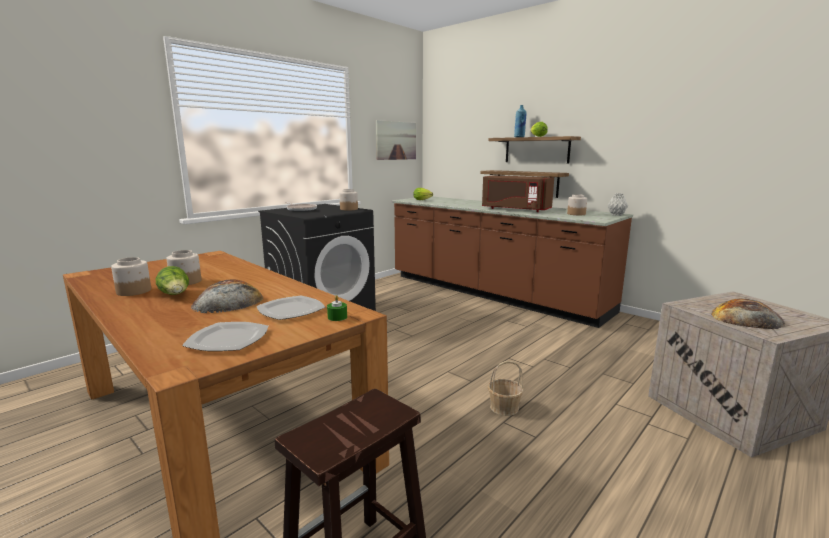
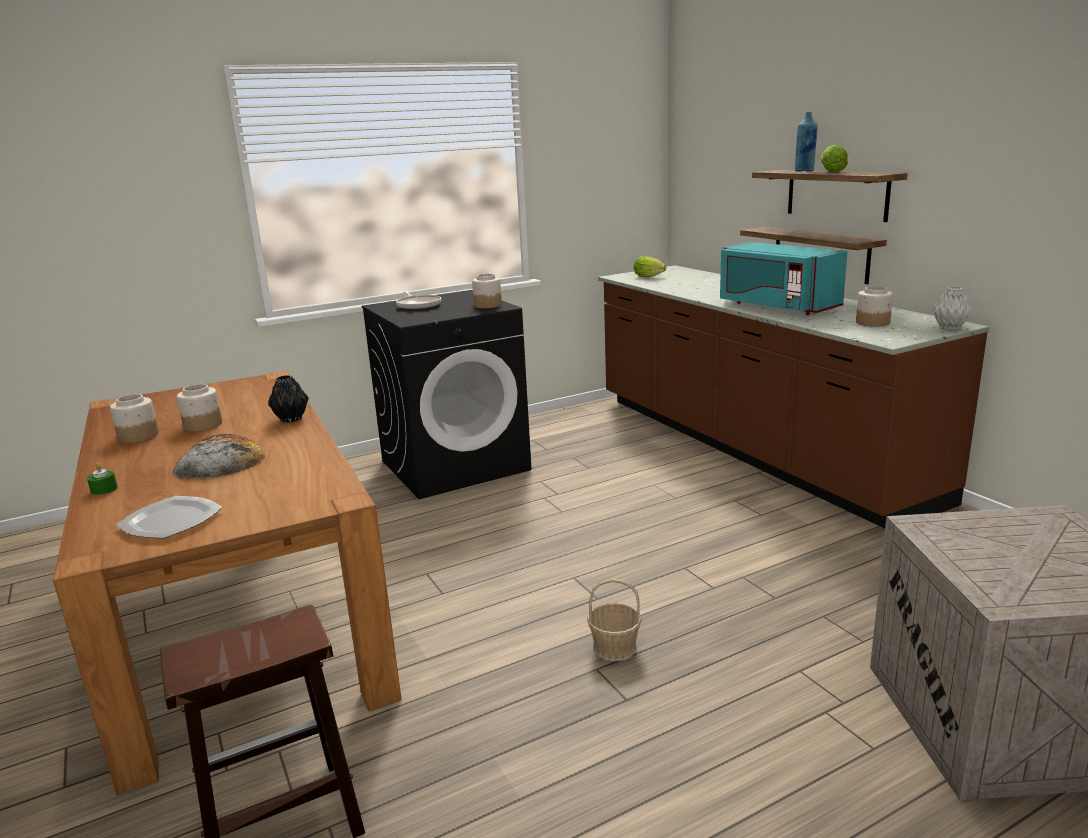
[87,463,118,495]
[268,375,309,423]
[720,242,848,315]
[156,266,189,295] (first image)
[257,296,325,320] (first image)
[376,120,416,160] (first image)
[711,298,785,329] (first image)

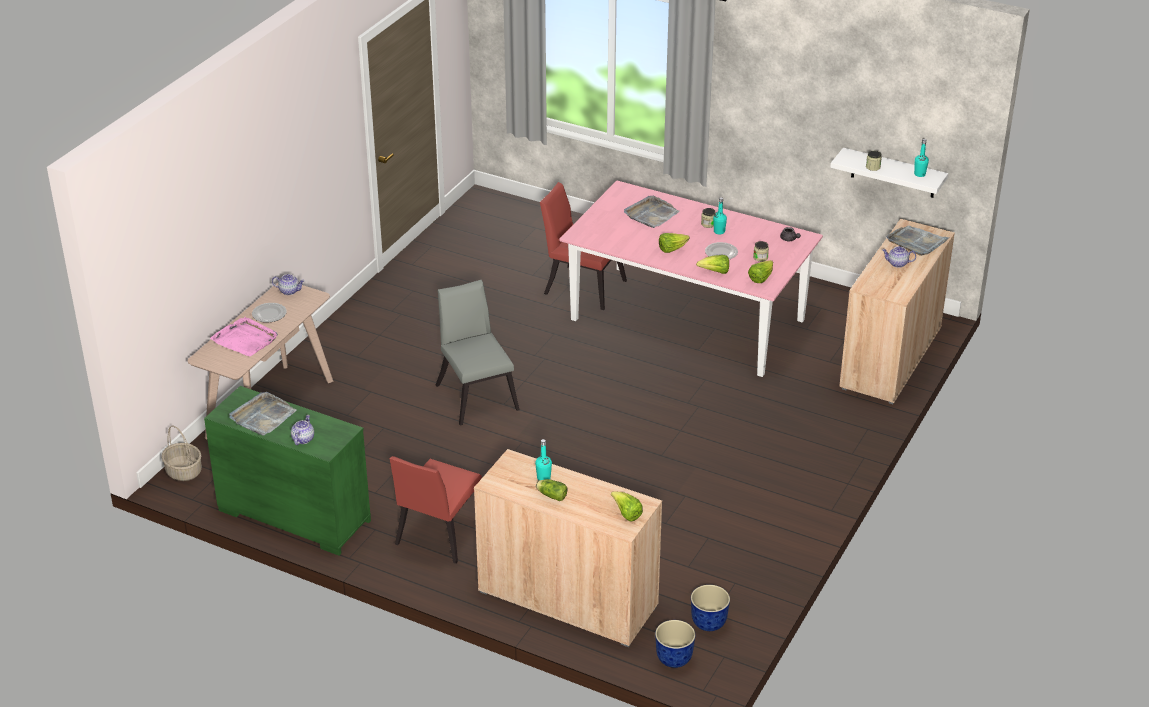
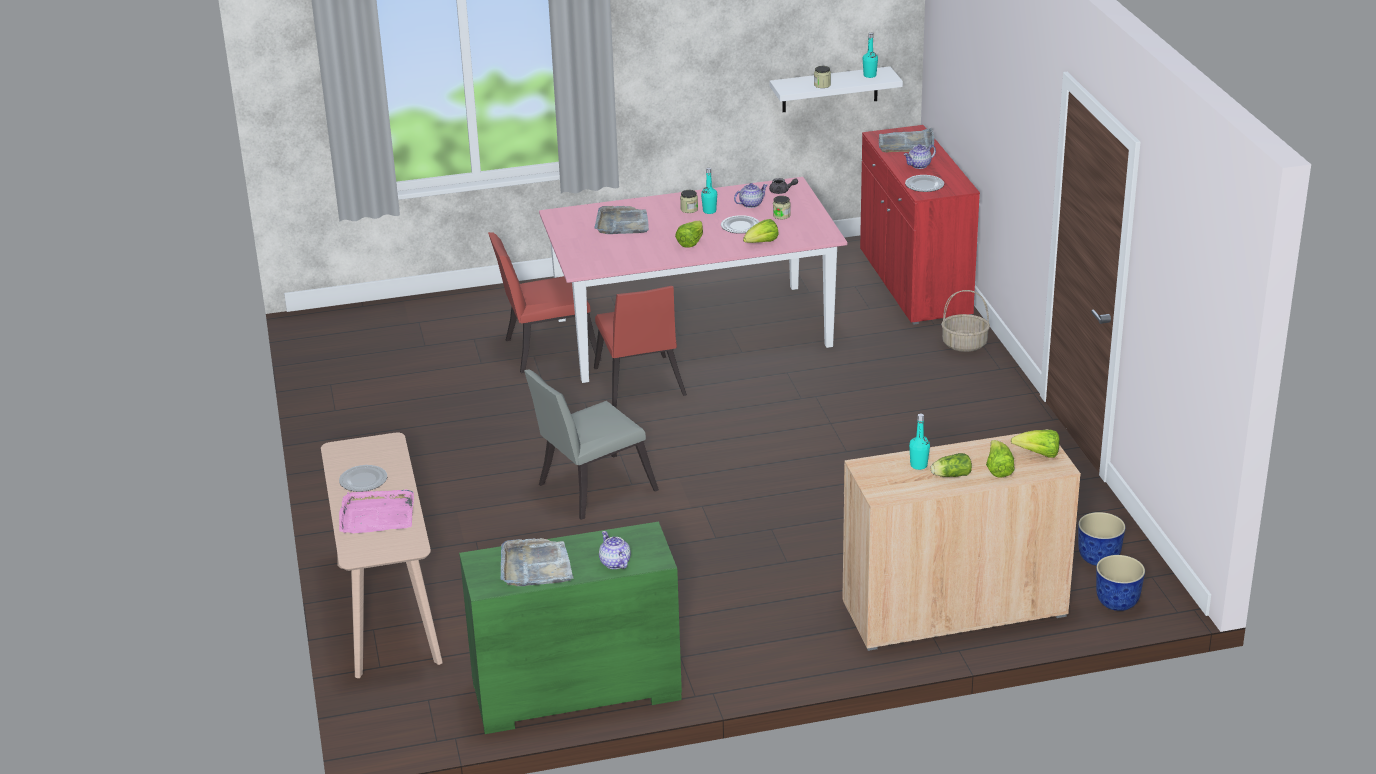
[524,370,659,520]
[594,286,687,408]
[734,183,768,208]
[860,125,980,325]
[905,175,944,192]
[941,290,990,352]
[986,440,1014,478]

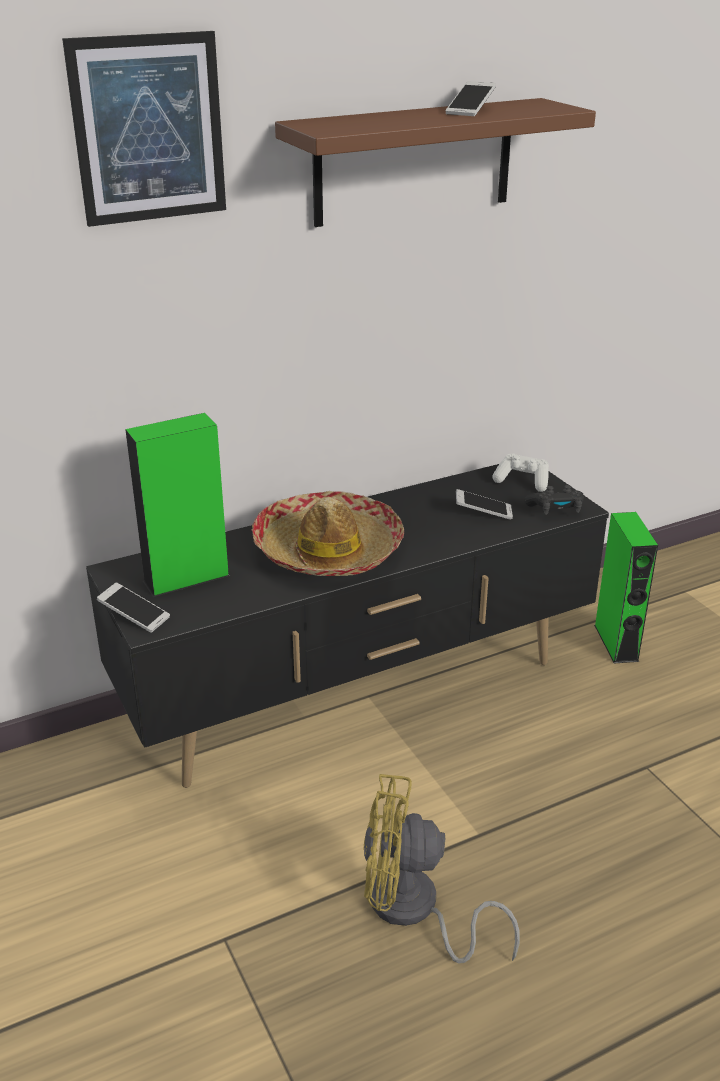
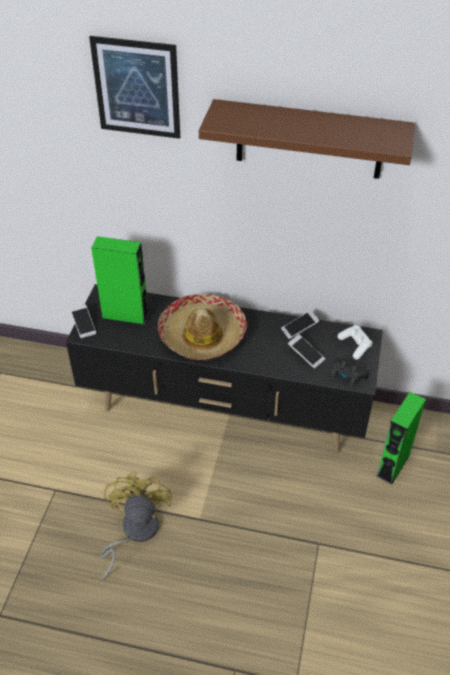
[100,471,172,580]
[281,311,320,339]

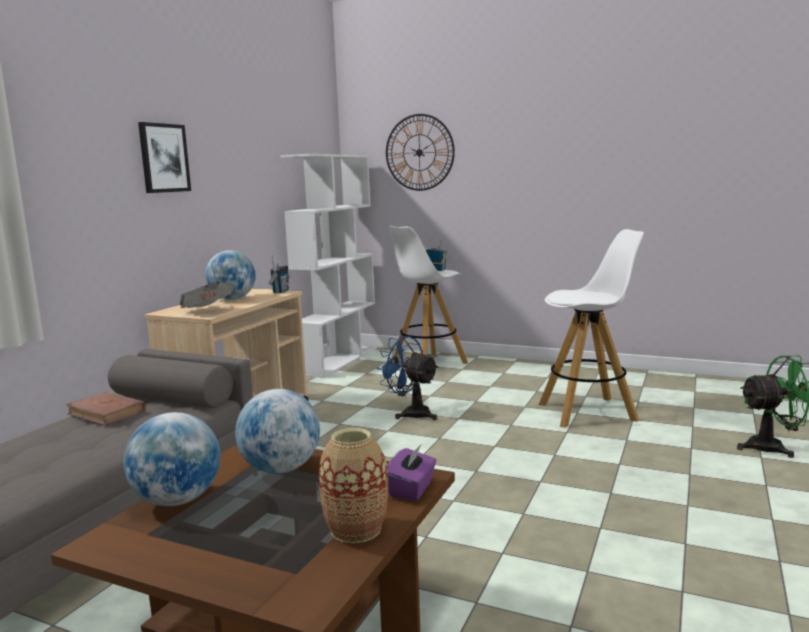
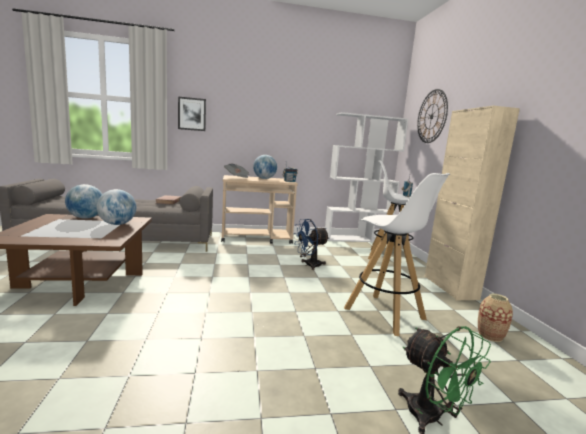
[178,97,206,131]
[294,219,329,270]
[425,106,520,300]
[478,294,513,342]
[387,445,436,501] (first image)

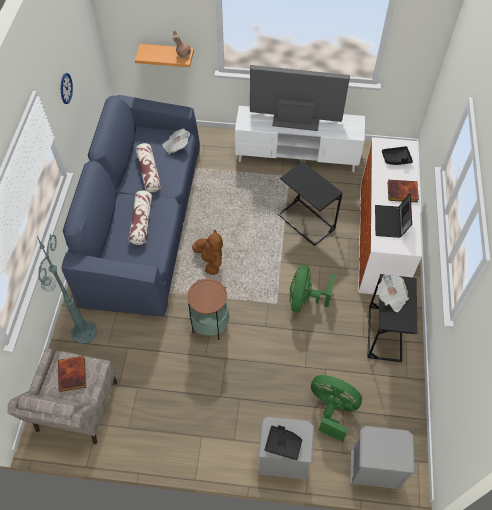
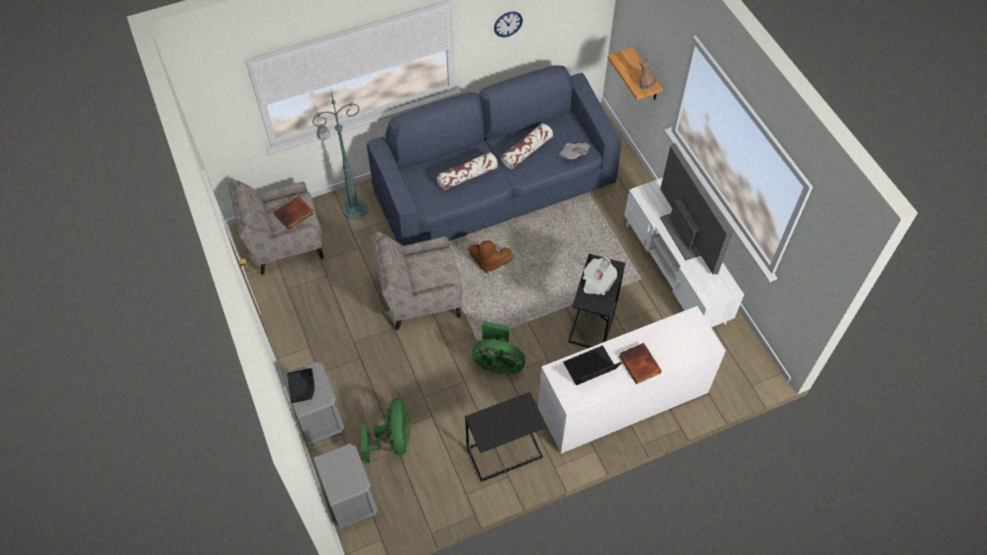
[371,232,463,330]
[468,240,514,273]
[472,321,525,374]
[583,258,617,295]
[382,146,413,165] (first image)

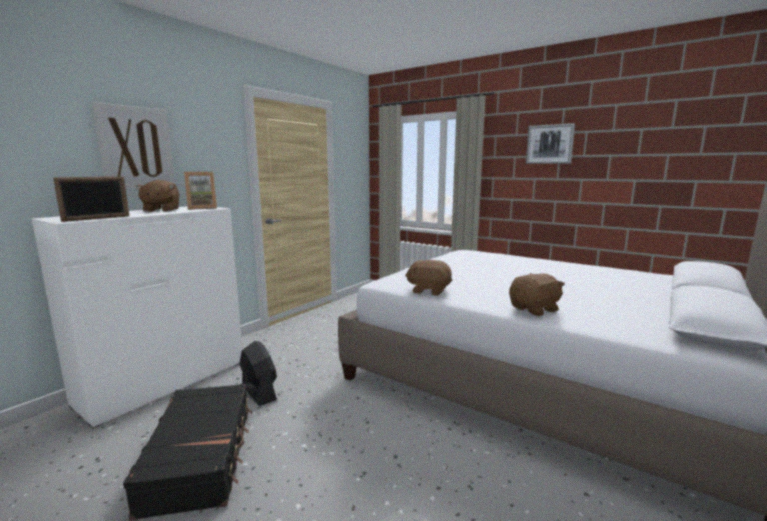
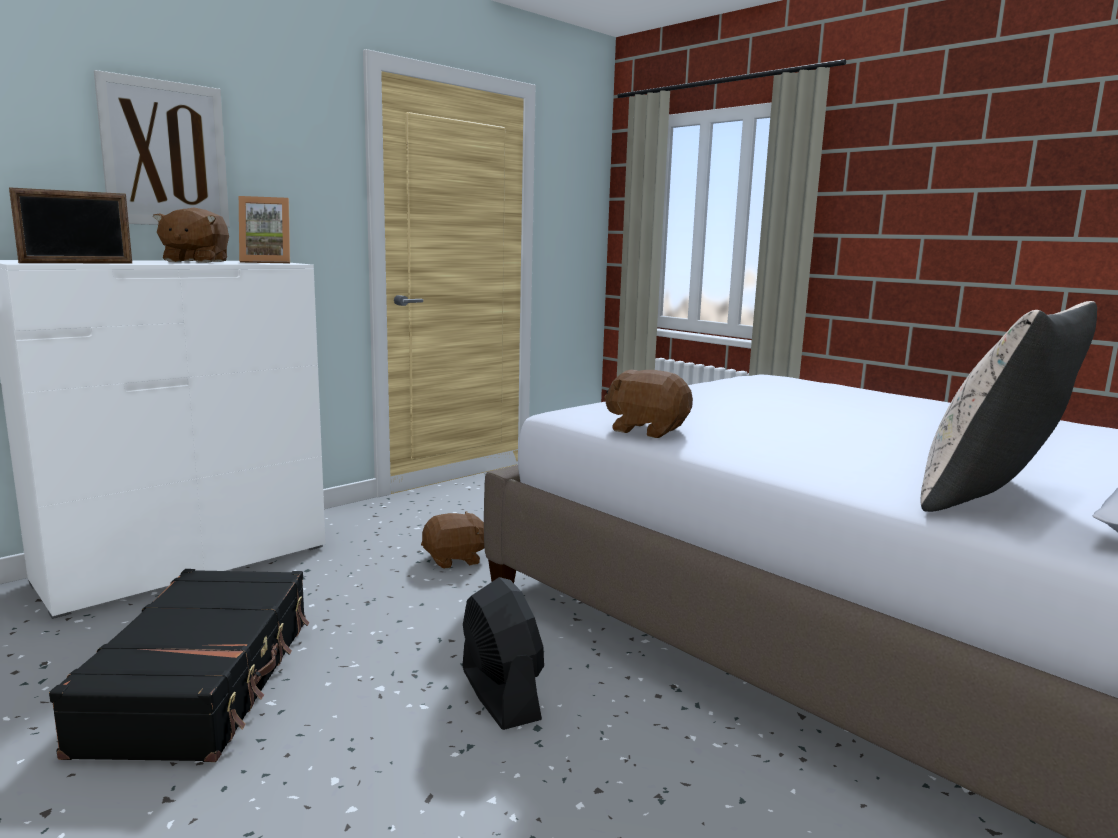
[421,511,484,569]
[462,577,544,730]
[921,301,1097,512]
[526,123,575,164] (first image)

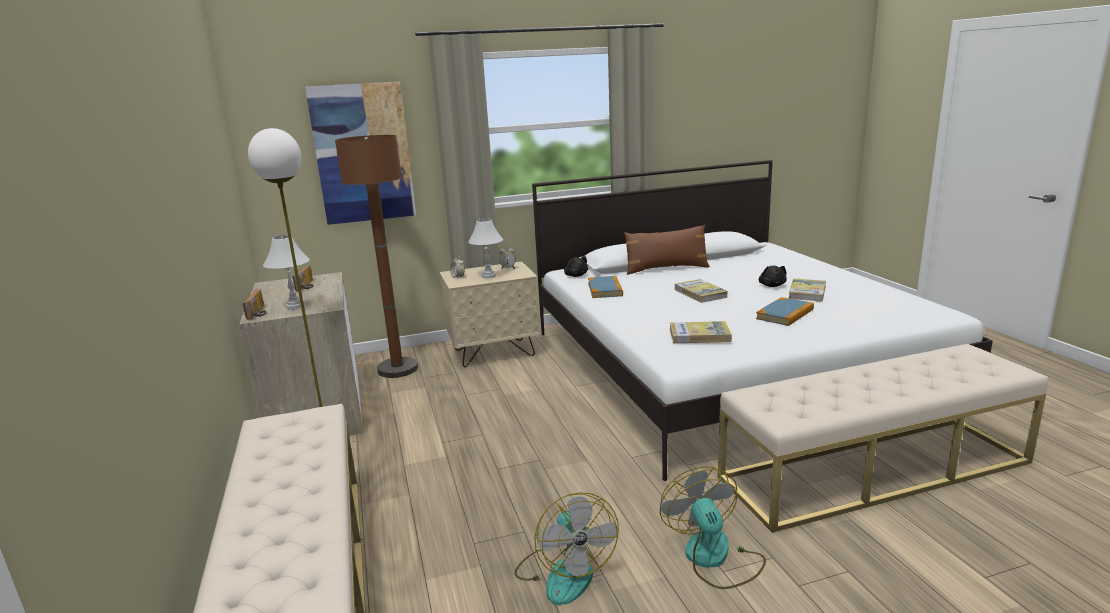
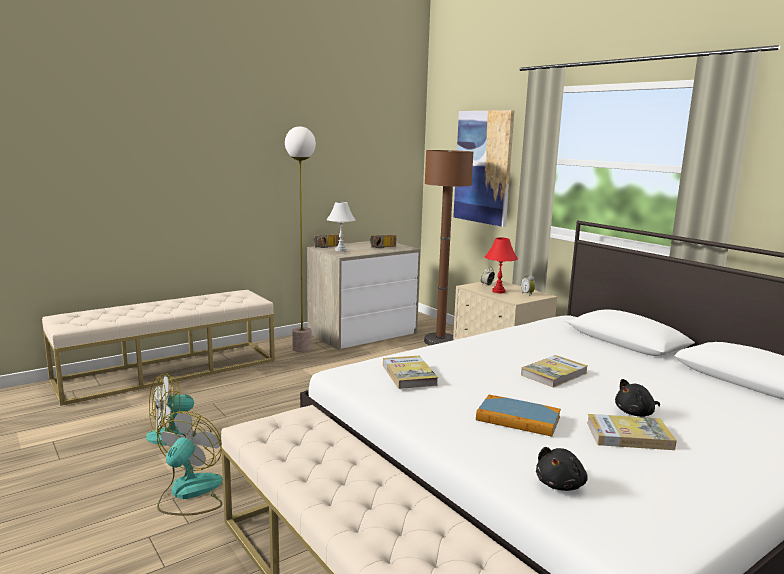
[157,411,223,516]
[485,238,518,293]
[536,447,588,491]
[588,276,623,298] (first image)
[624,225,710,275] (first image)

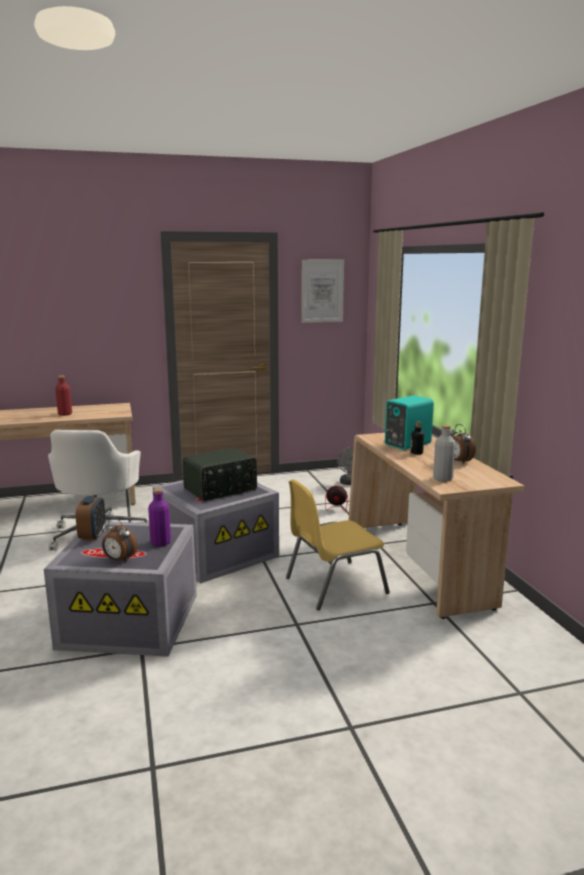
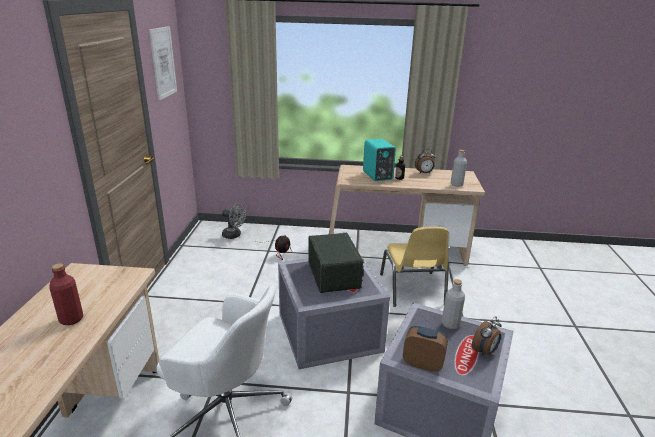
[442,279,465,329]

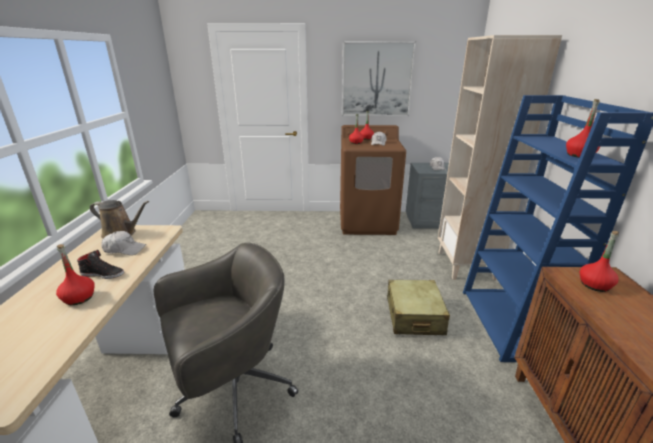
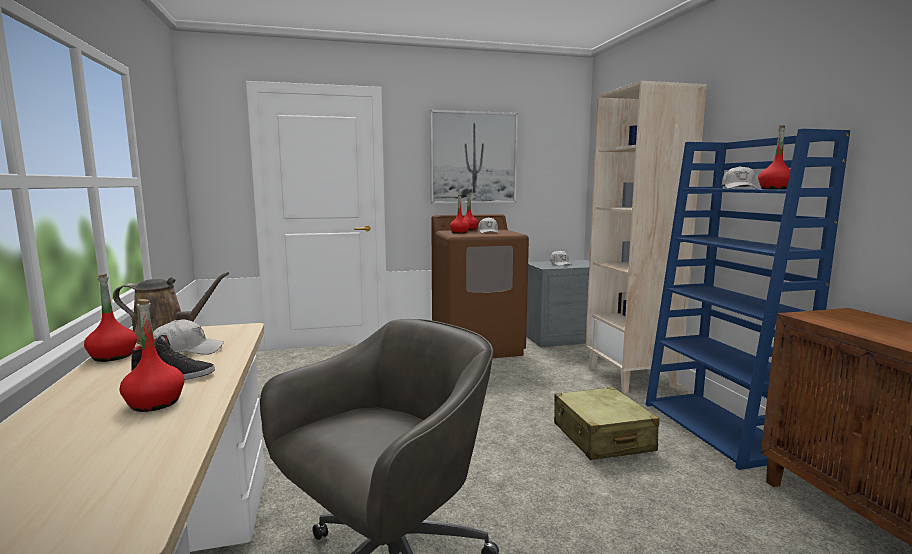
[84,274,137,362]
[722,166,758,189]

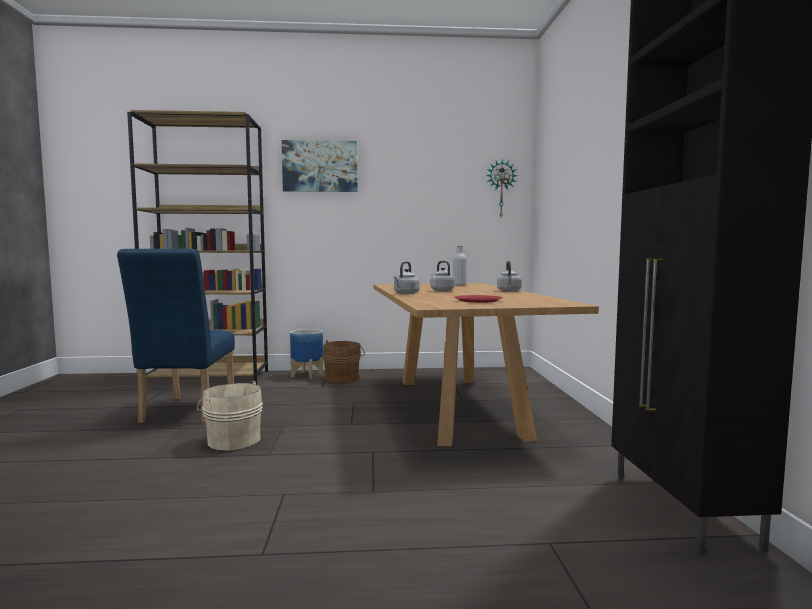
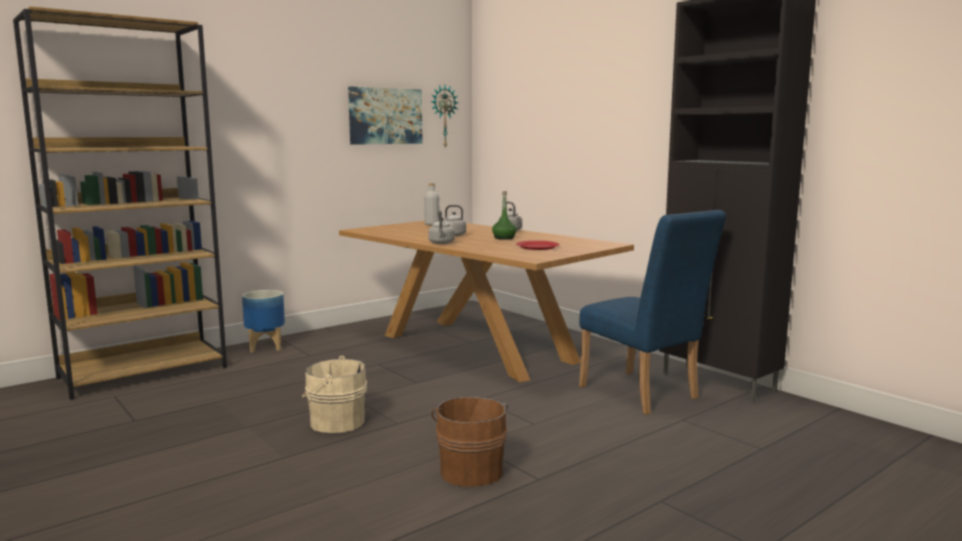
[348,87,423,145]
[431,397,508,487]
[492,191,517,240]
[579,210,726,415]

